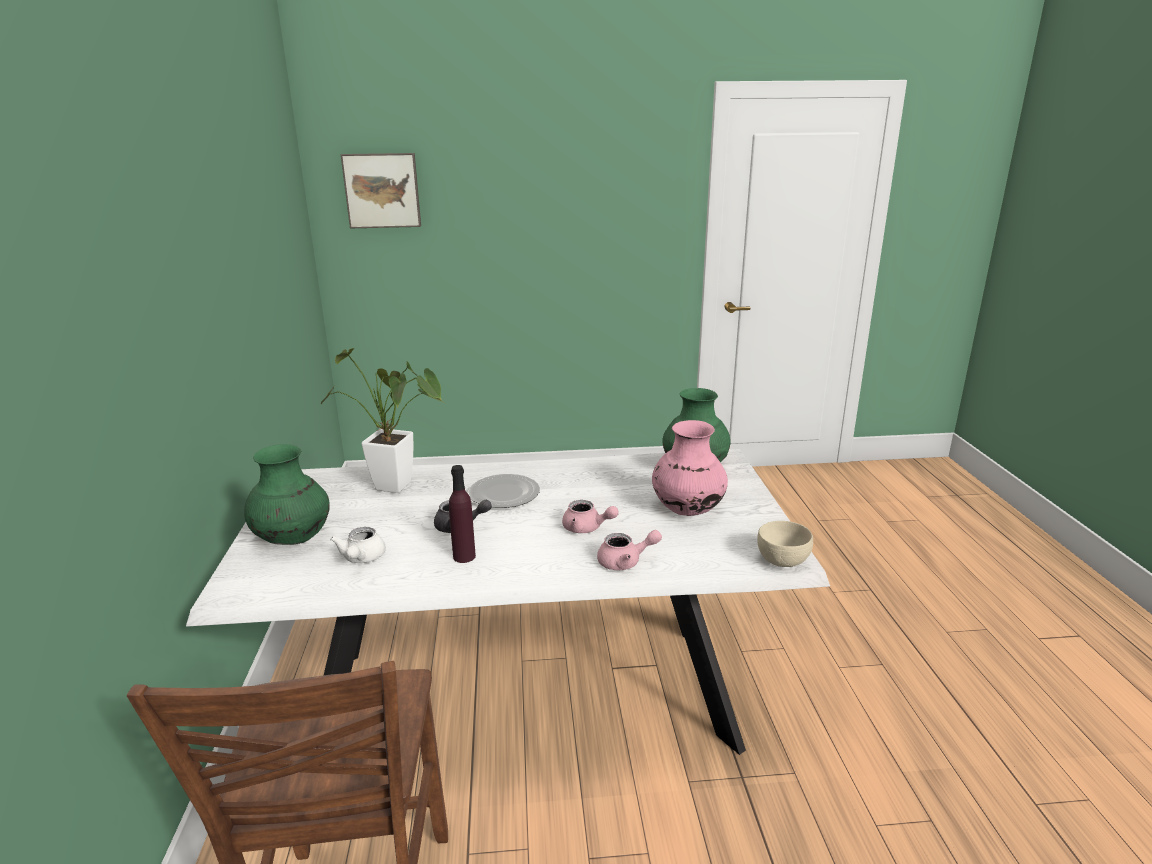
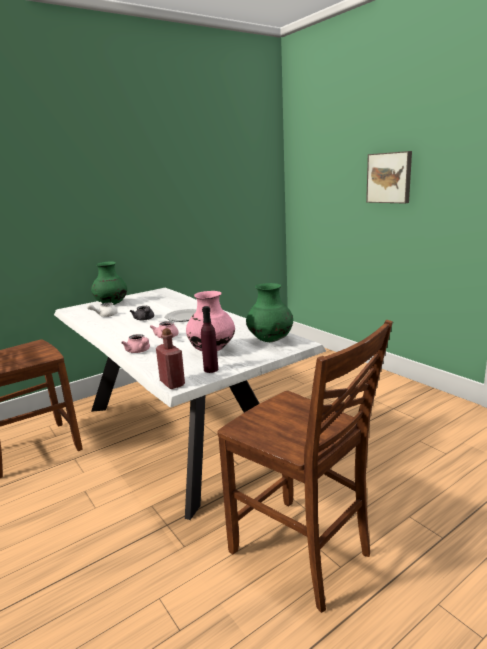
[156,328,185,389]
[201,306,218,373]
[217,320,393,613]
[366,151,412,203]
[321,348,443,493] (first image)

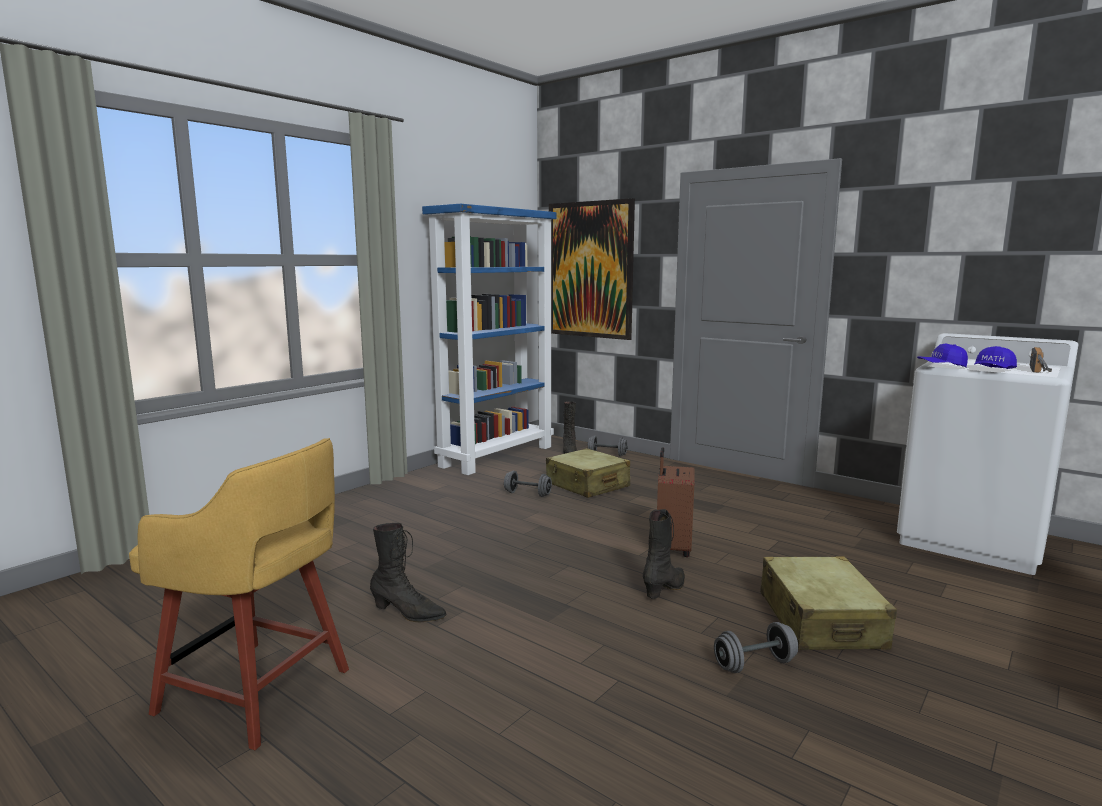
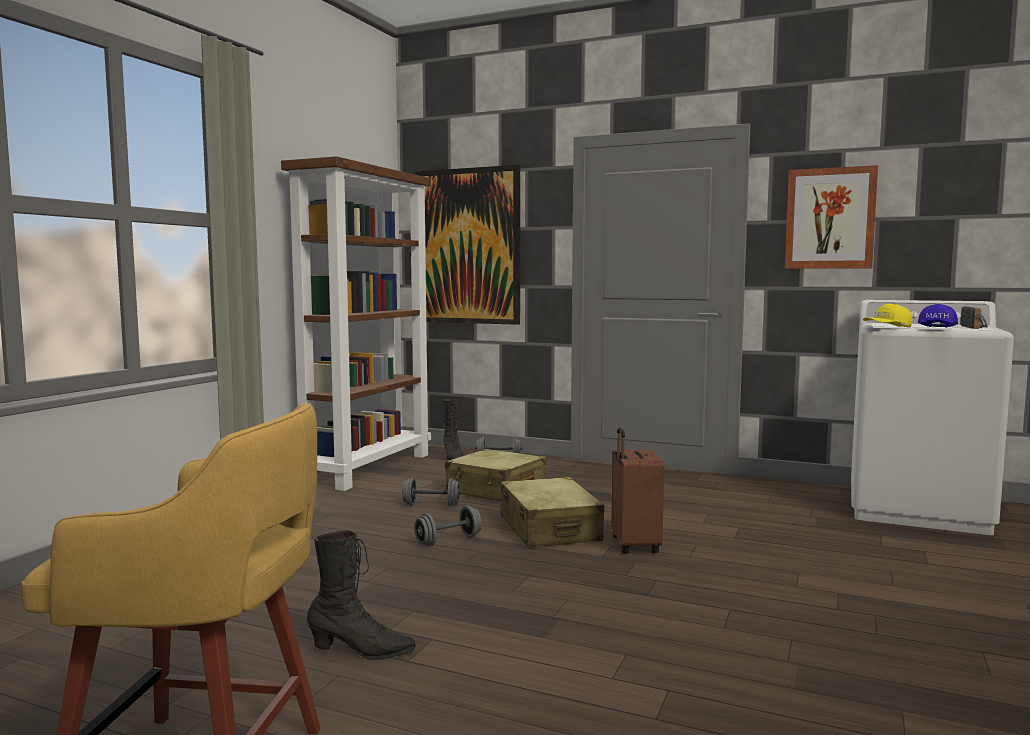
[281,156,431,491]
[415,506,482,546]
[500,477,605,547]
[785,165,878,269]
[863,303,912,328]
[643,509,685,599] (first image)

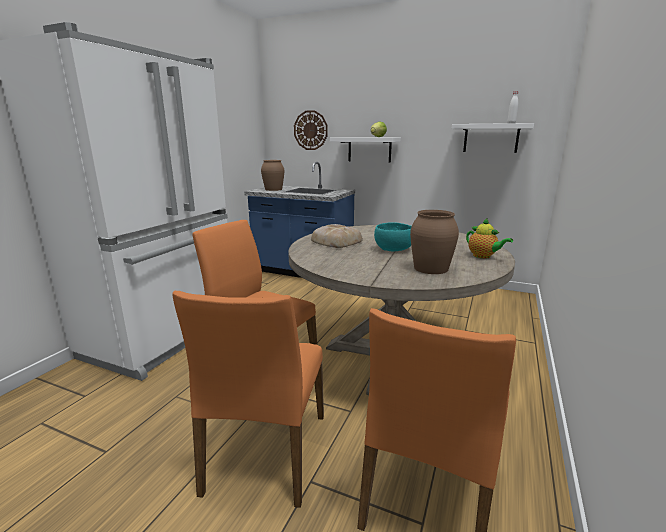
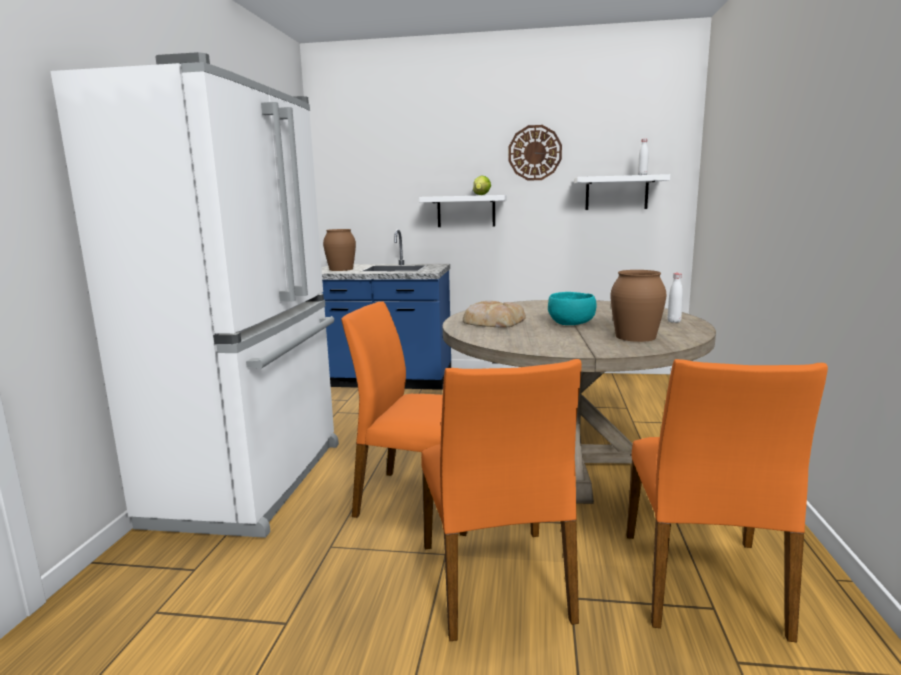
[509,125,562,181]
[667,273,683,323]

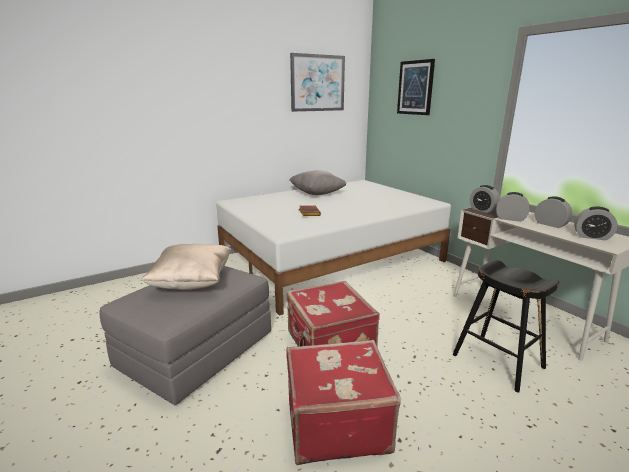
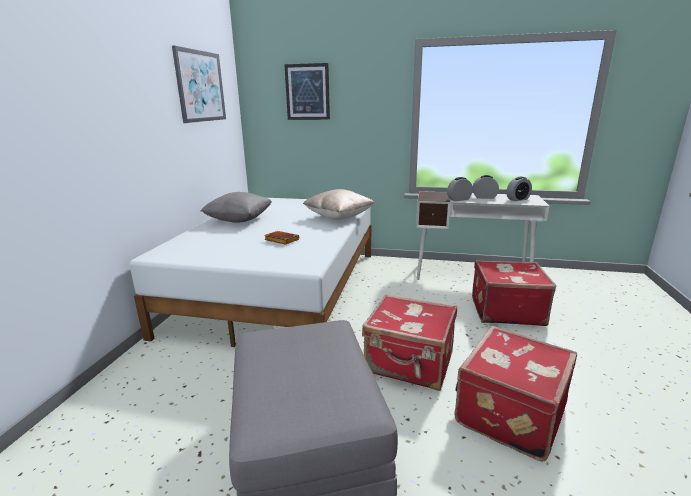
[303,189,374,220]
[472,260,557,326]
[470,185,500,213] (first image)

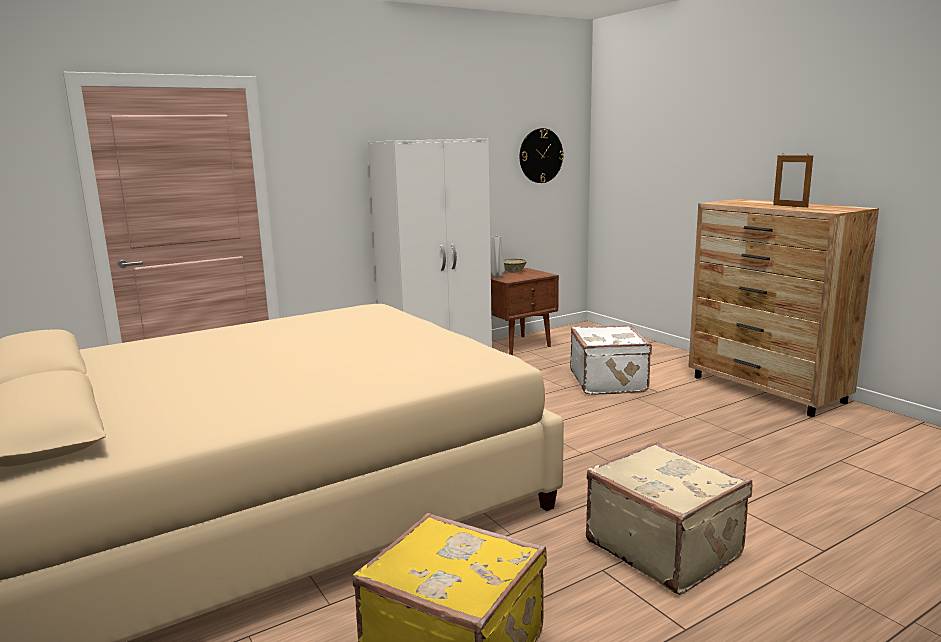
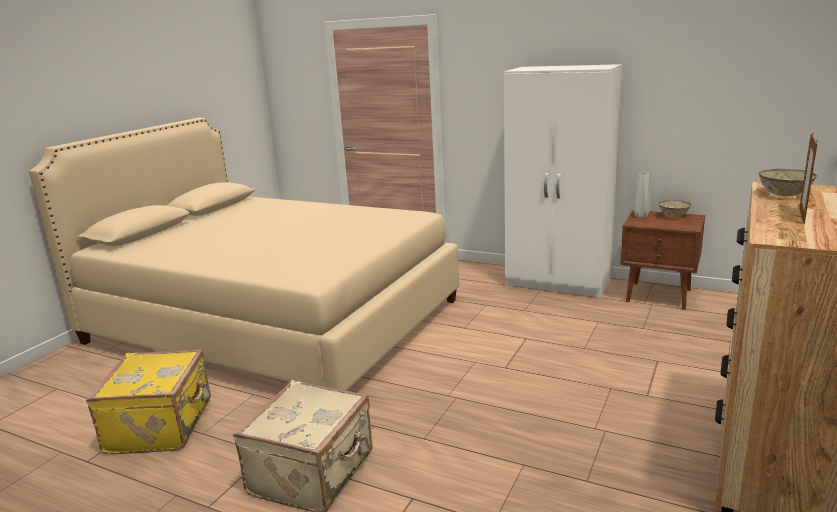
[759,169,817,196]
[520,128,564,183] (first image)
[570,325,652,395] (first image)

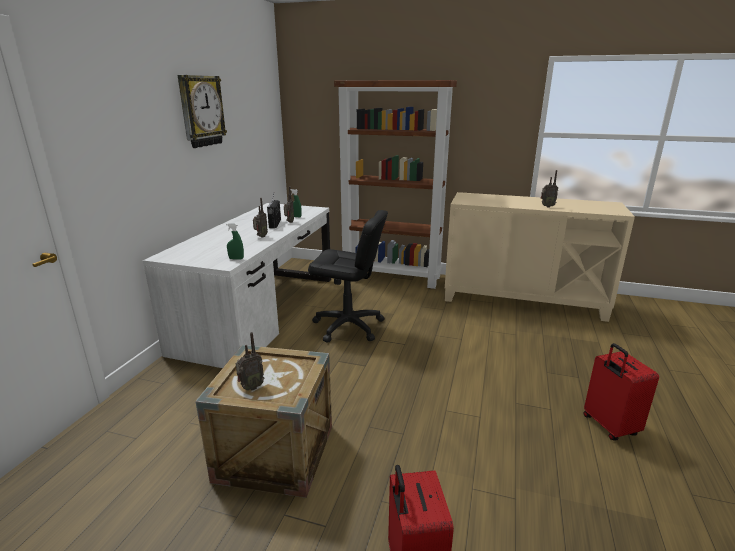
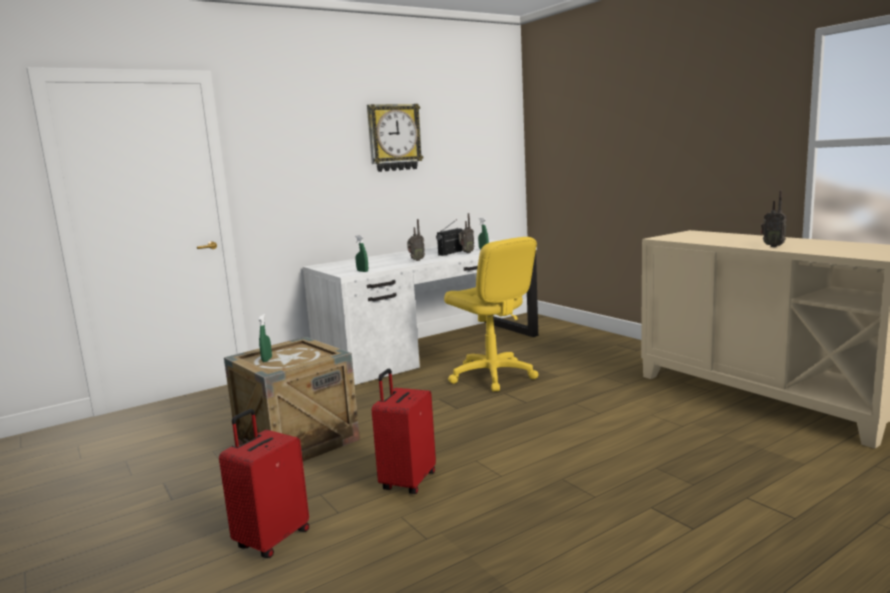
[258,314,272,362]
[372,369,436,494]
[444,237,539,392]
[334,80,457,289] (first image)

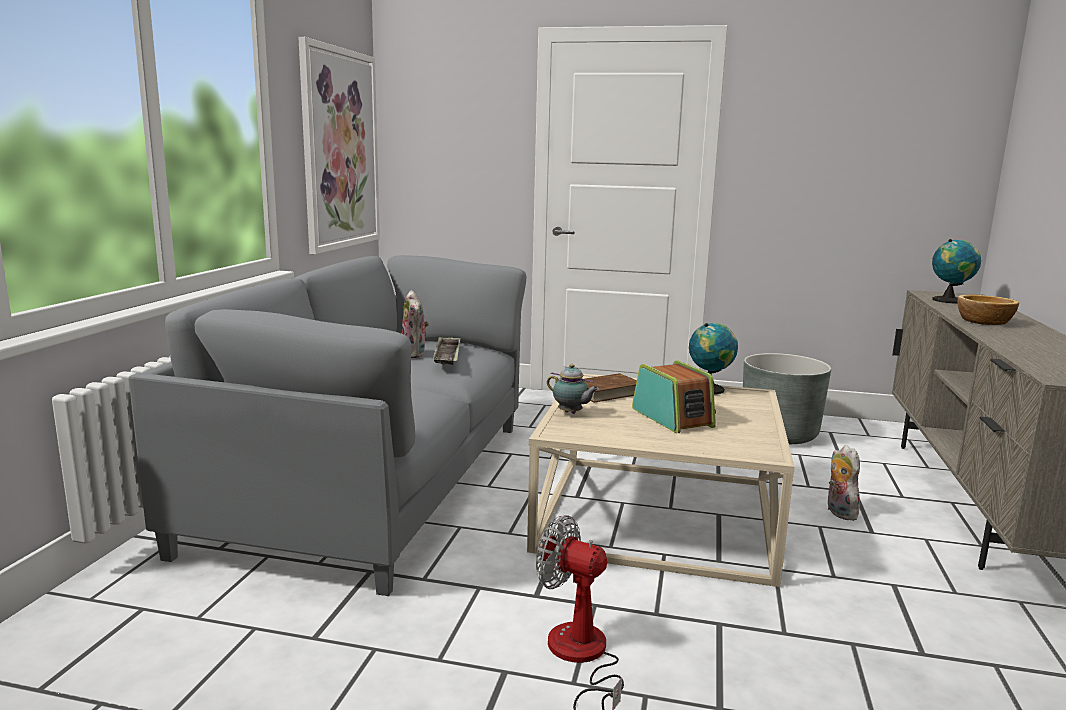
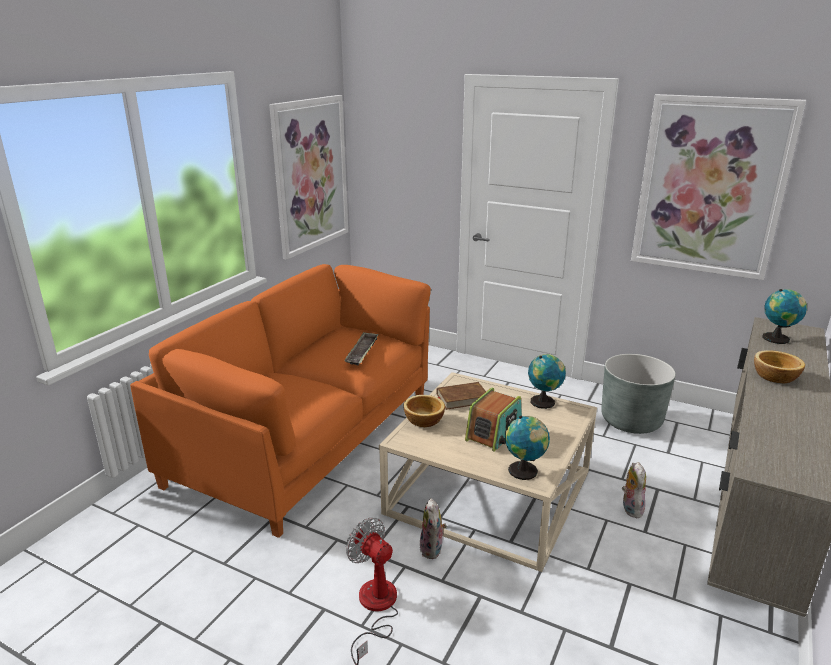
[130,264,431,538]
[403,395,445,427]
[420,498,447,559]
[465,387,522,451]
[505,416,550,480]
[631,94,806,280]

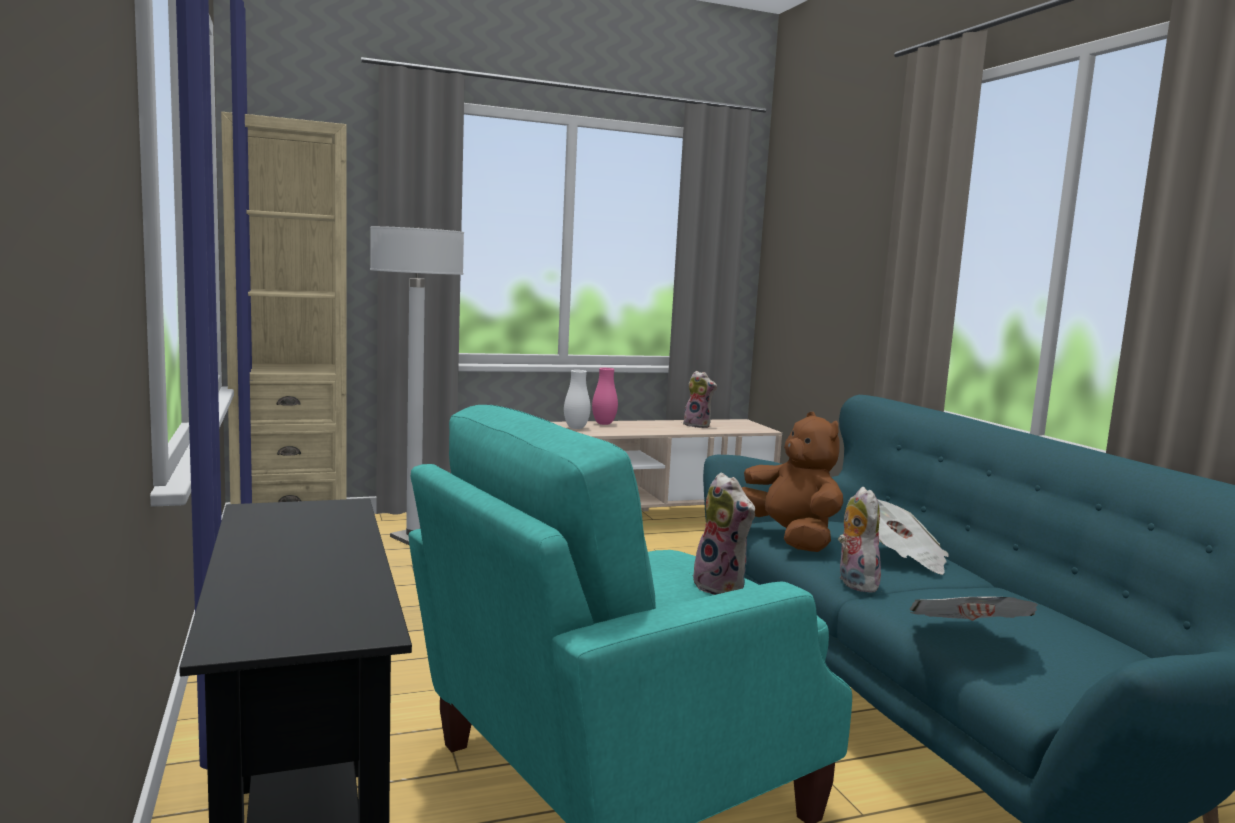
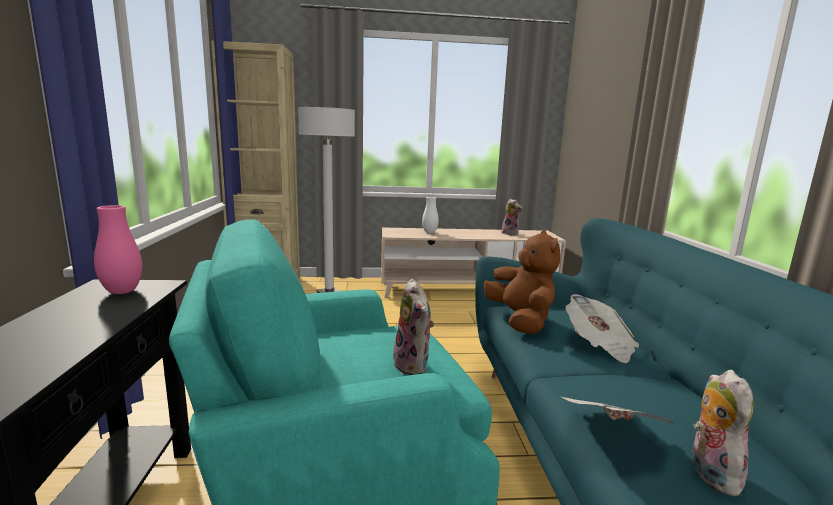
[94,205,142,294]
[692,370,754,496]

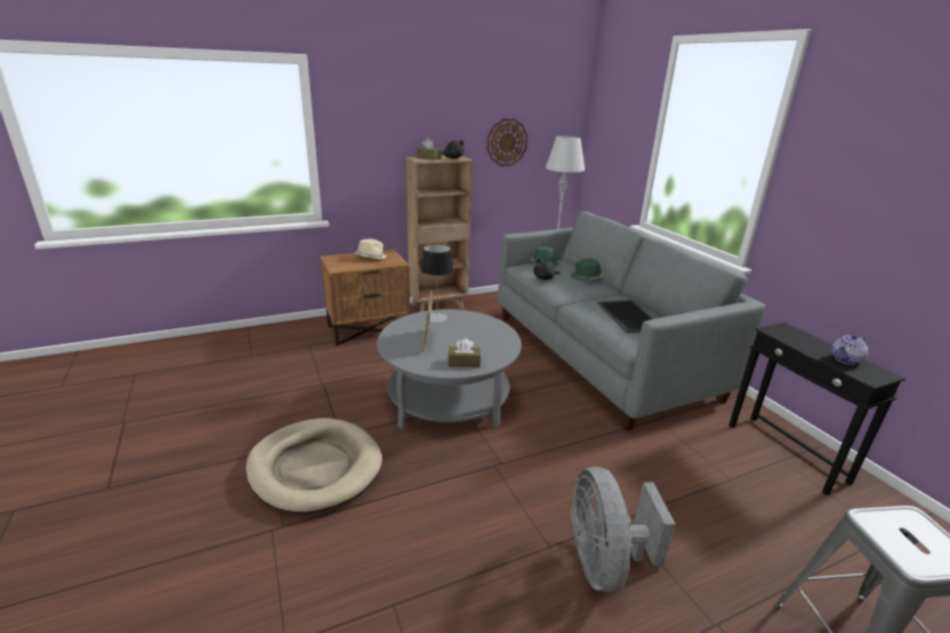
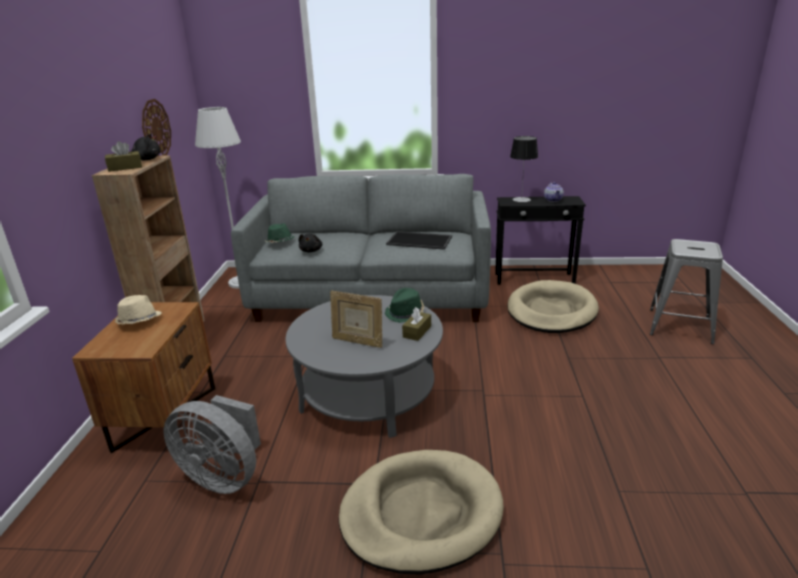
[164,395,261,494]
[385,288,424,323]
[507,280,599,333]
[510,136,538,202]

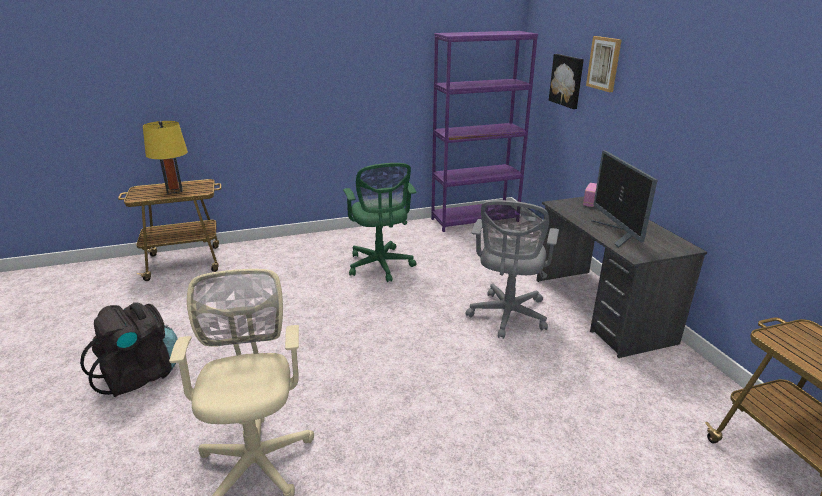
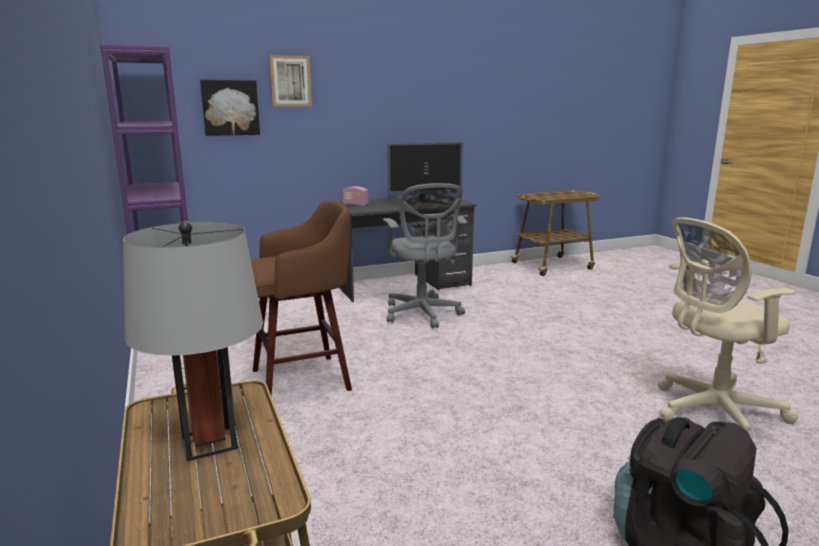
[123,221,263,461]
[251,201,352,397]
[383,183,467,328]

